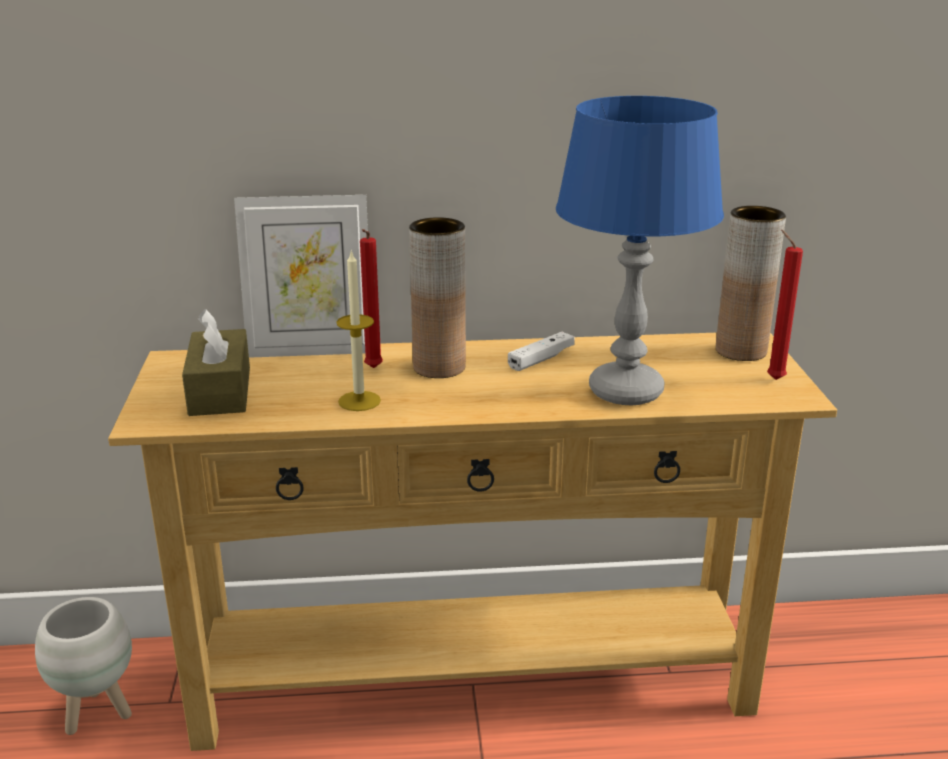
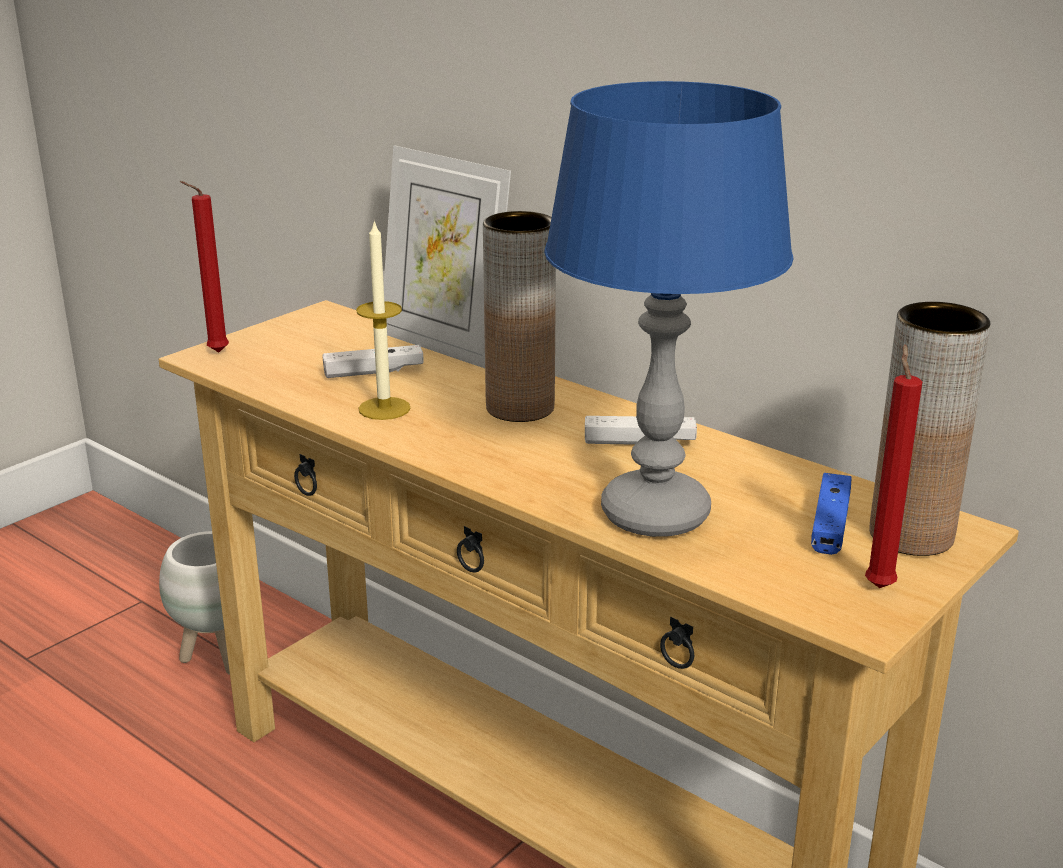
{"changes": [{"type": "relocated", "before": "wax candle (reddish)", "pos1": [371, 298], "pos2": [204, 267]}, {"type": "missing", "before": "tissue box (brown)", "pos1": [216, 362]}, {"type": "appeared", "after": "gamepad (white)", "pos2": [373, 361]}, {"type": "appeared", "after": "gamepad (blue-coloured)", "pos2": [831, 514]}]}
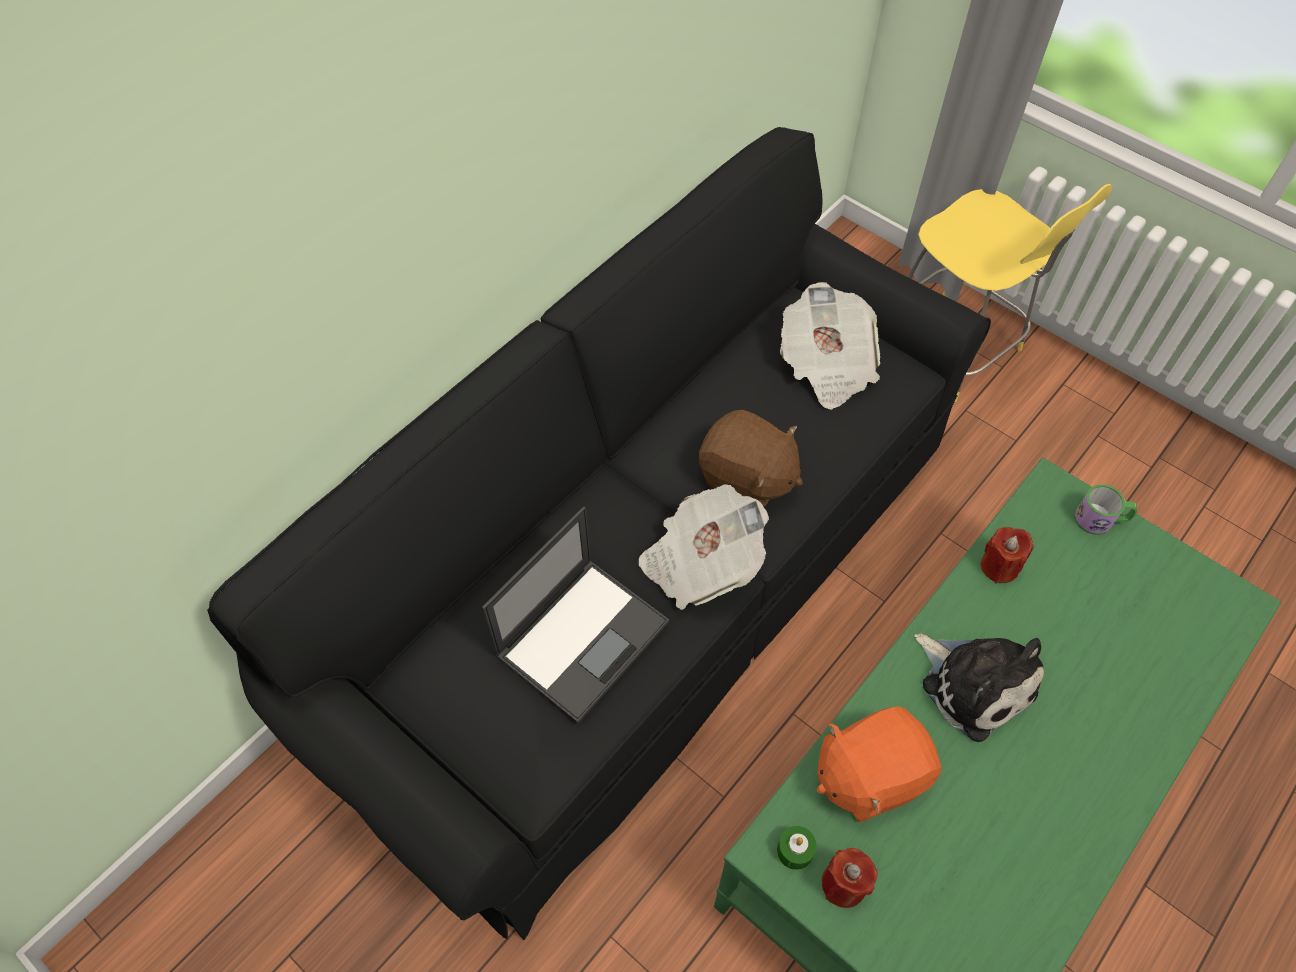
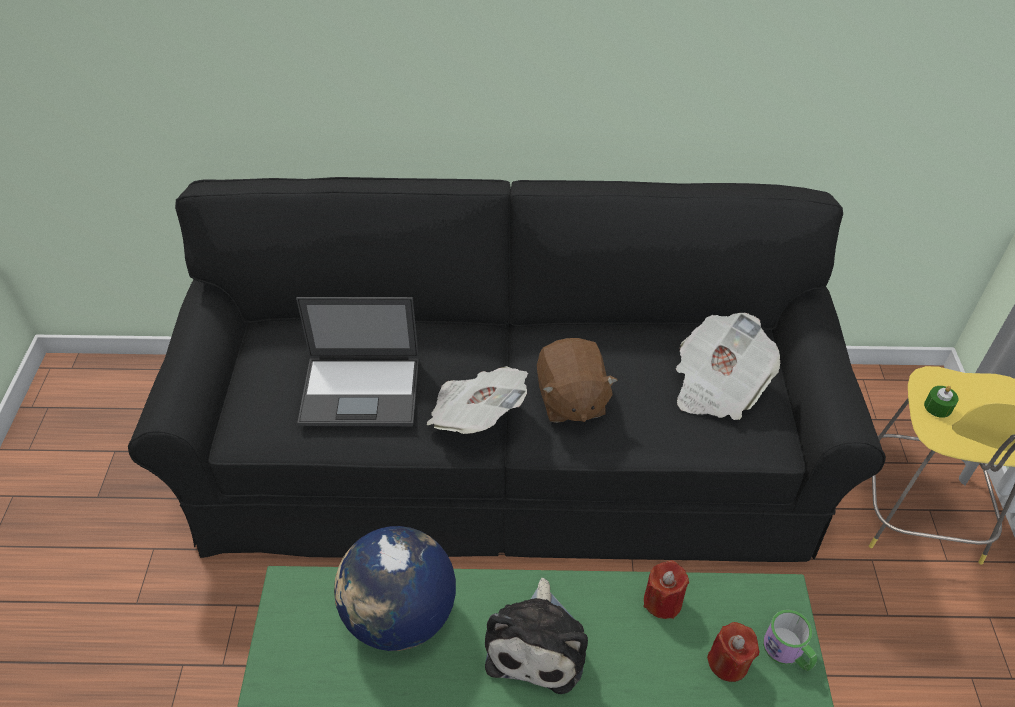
{"changes": [{"type": "exchanged", "before": "cuddly toy (orangey)", "after": "world globe", "pos1": [879, 764], "pos2": [395, 588]}, {"type": "relocated", "before": "wax candle (green)", "pos1": [797, 848], "pos2": [941, 402]}, {"type": "relocated", "before": "wax candle (reddish)", "pos1": [850, 878], "pos2": [733, 652]}]}
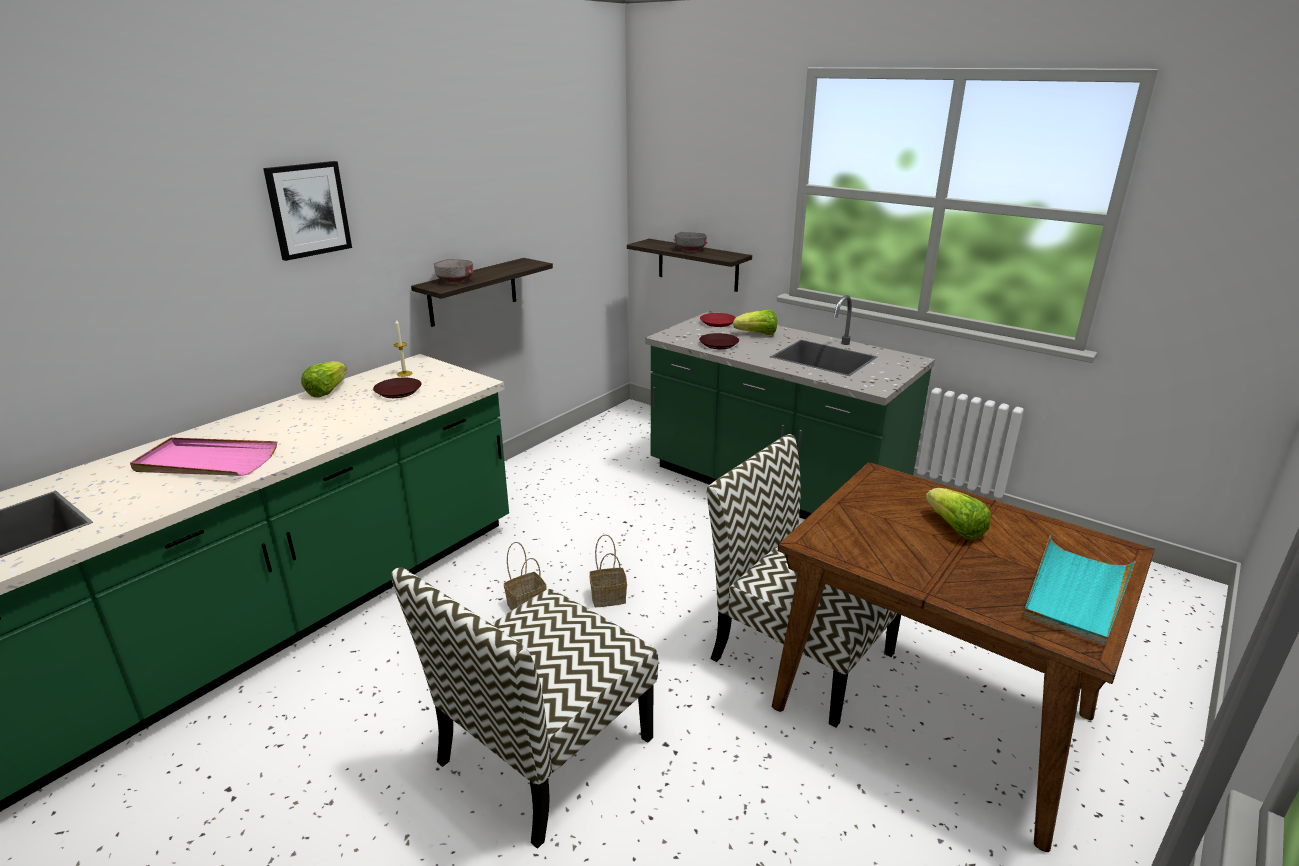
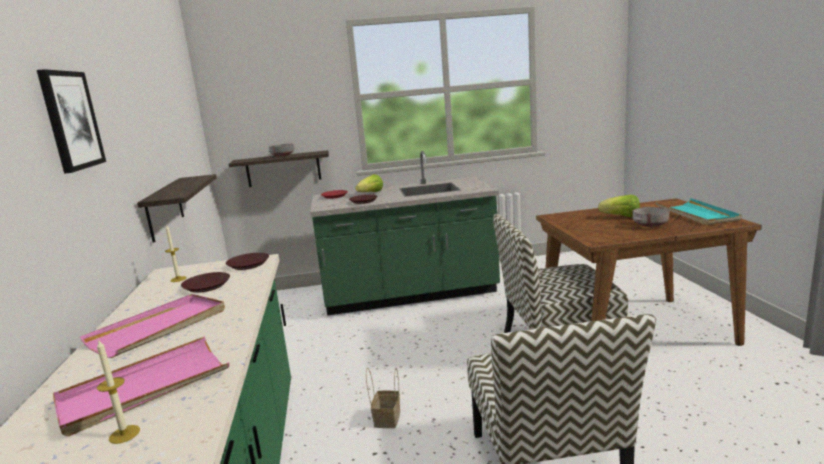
{"changes": [{"type": "relocated", "before": "serving bowl (greyish)", "pos1": [453, 270], "pos2": [651, 217]}, {"type": "missing", "before": "lettuce", "pos1": [324, 379]}, {"type": "missing", "before": "household basket", "pos1": [608, 570]}, {"type": "appeared", "after": "dinner plate (brown)", "pos2": [247, 261]}, {"type": "appeared", "after": "carrying tray (pink-coloured)", "pos2": [152, 326]}, {"type": "appeared", "after": "wax candle", "pos2": [118, 391]}]}
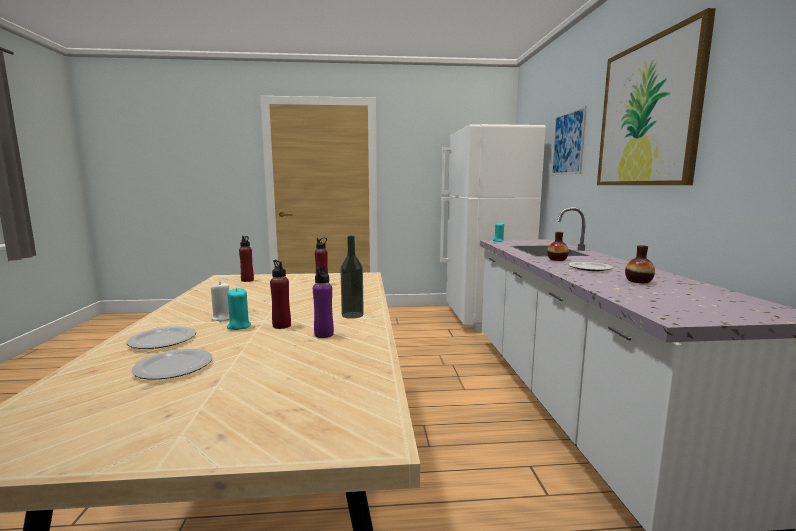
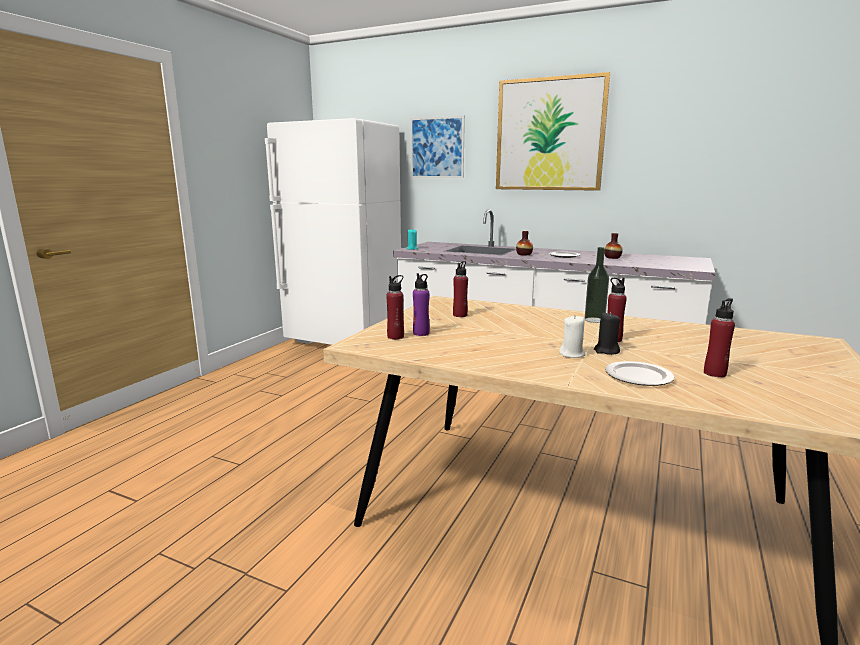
{"changes": [{"type": "relocated", "before": "beverage bottle (purple-coloured)", "pos1": [323, 301], "pos2": [421, 304]}, {"type": "colour", "before": "wax candle (turquoise)", "after": "wax candle (blackish)", "pos1": [239, 309], "pos2": [607, 333]}, {"type": "exchanged", "before": "dinner plate", "after": "beverage bottle (reddish)", "pos1": [172, 364], "pos2": [719, 337]}]}
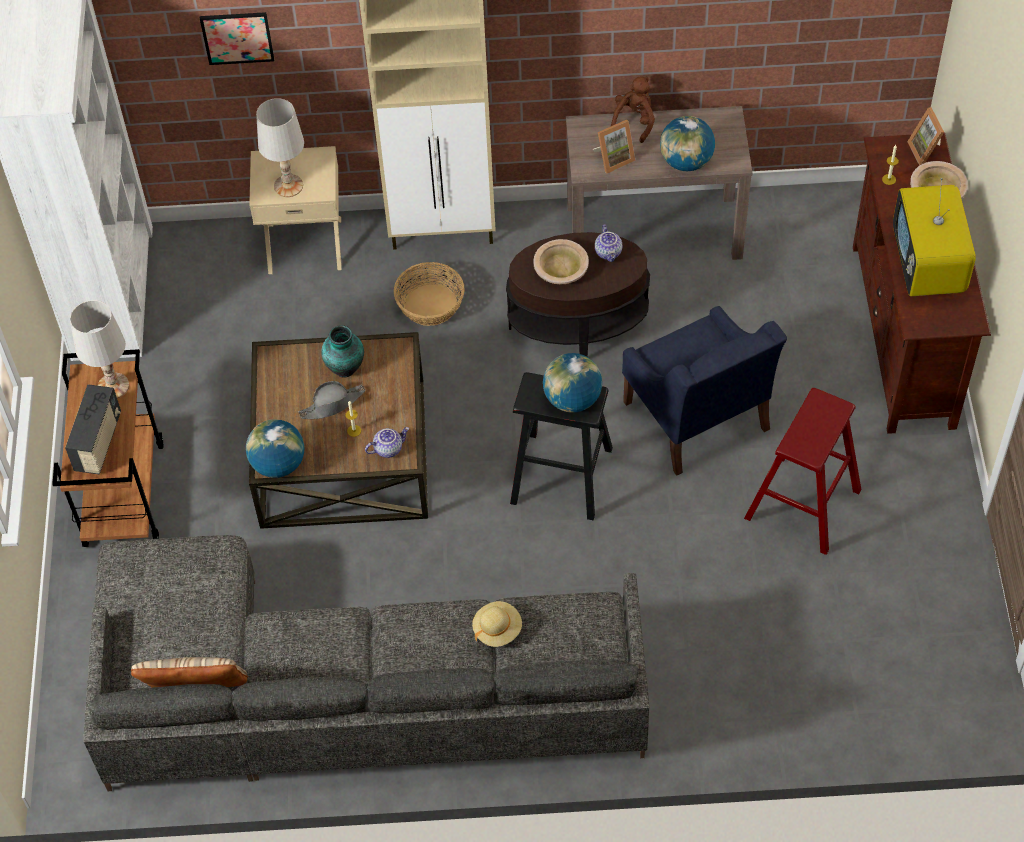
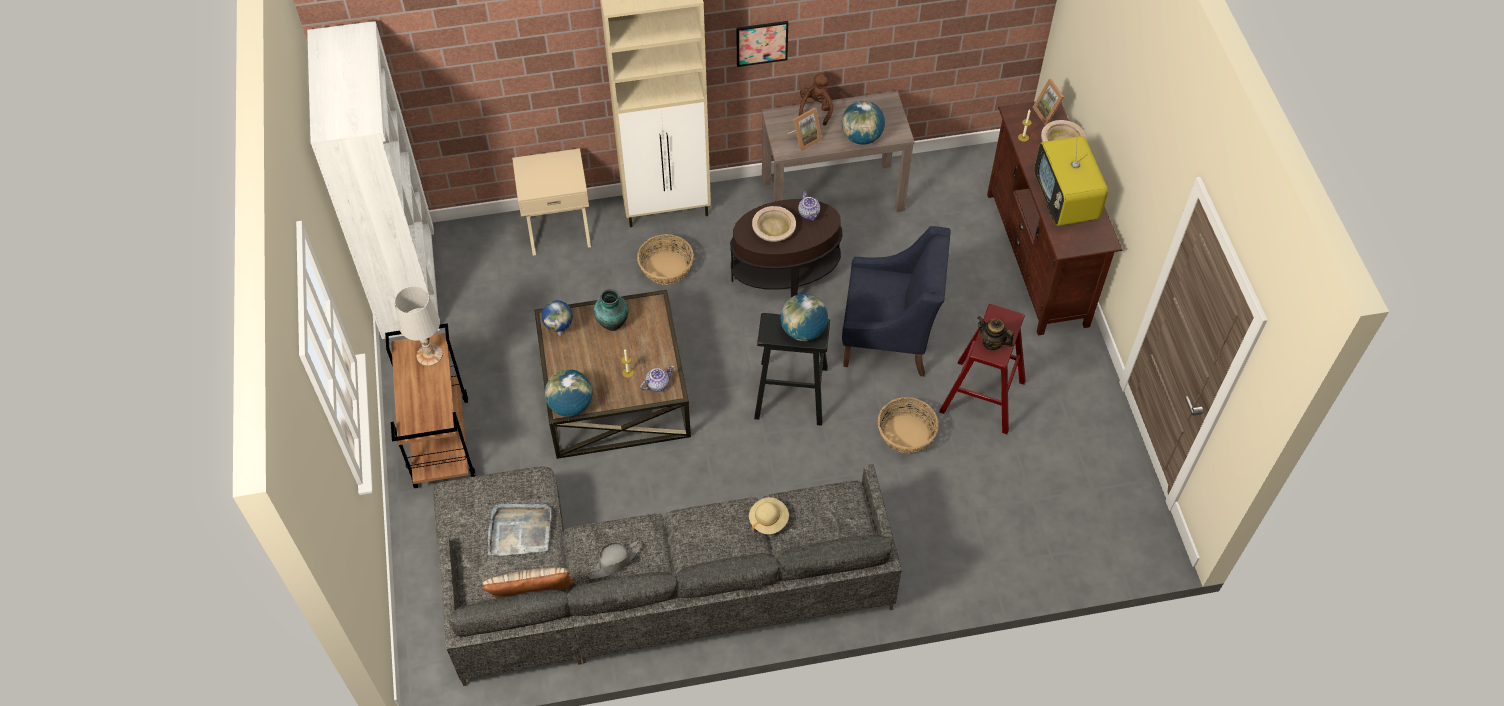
{"changes": [{"type": "relocated", "before": "wall art", "pos1": [237, 38], "pos2": [762, 44]}, {"type": "missing", "before": "tabletop lamp (white)", "pos1": [280, 147]}, {"type": "spun", "before": "easy chair (blue-coloured)", "pos1": [704, 391], "pos2": [896, 301], "turn": -45}, {"type": "relocated", "before": "clothing hat (greyish)", "pos1": [332, 400], "pos2": [615, 559]}, {"type": "missing", "before": "radio", "pos1": [93, 429]}, {"type": "appeared", "after": "world globe", "pos2": [557, 318]}, {"type": "appeared", "after": "teapot", "pos2": [995, 333]}, {"type": "appeared", "after": "household basket", "pos2": [908, 425]}, {"type": "appeared", "after": "carrying tray (greyish)", "pos2": [519, 530]}]}
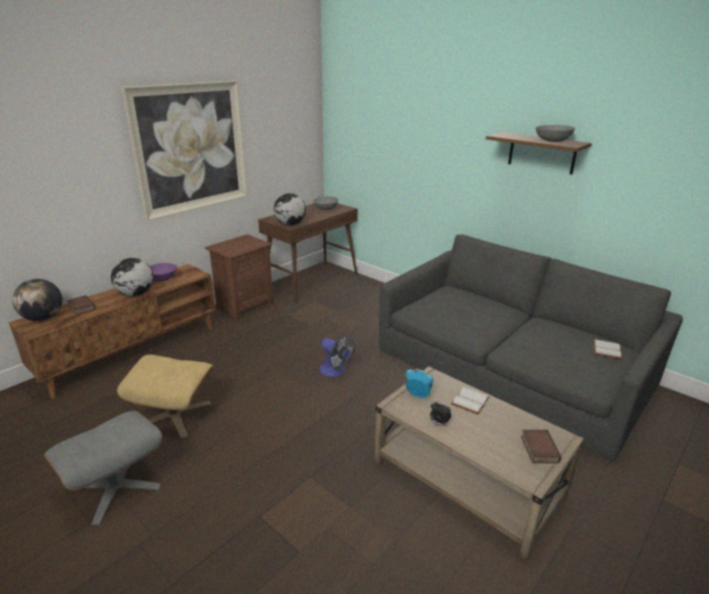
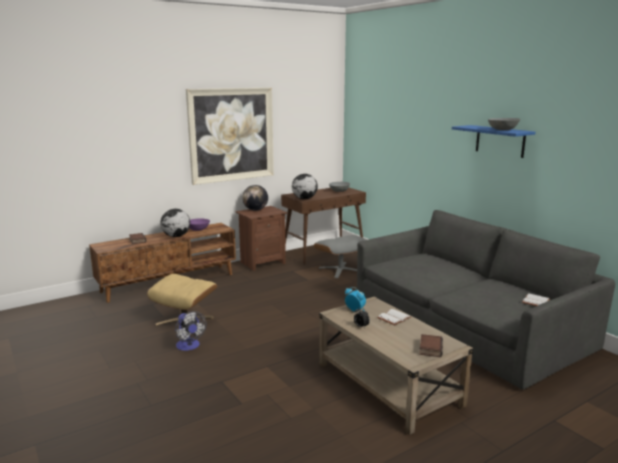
{"changes": [{"type": "colour", "before": "wall shelf (brown)", "after": "wall shelf (blue-coloured)", "pos1": [539, 153], "pos2": [494, 141]}, {"type": "relocated", "before": "world globe", "pos1": [37, 300], "pos2": [255, 198]}, {"type": "relocated", "before": "electric fan", "pos1": [337, 356], "pos2": [191, 331]}, {"type": "relocated", "before": "pouffe (greyish)", "pos1": [102, 468], "pos2": [340, 256]}]}
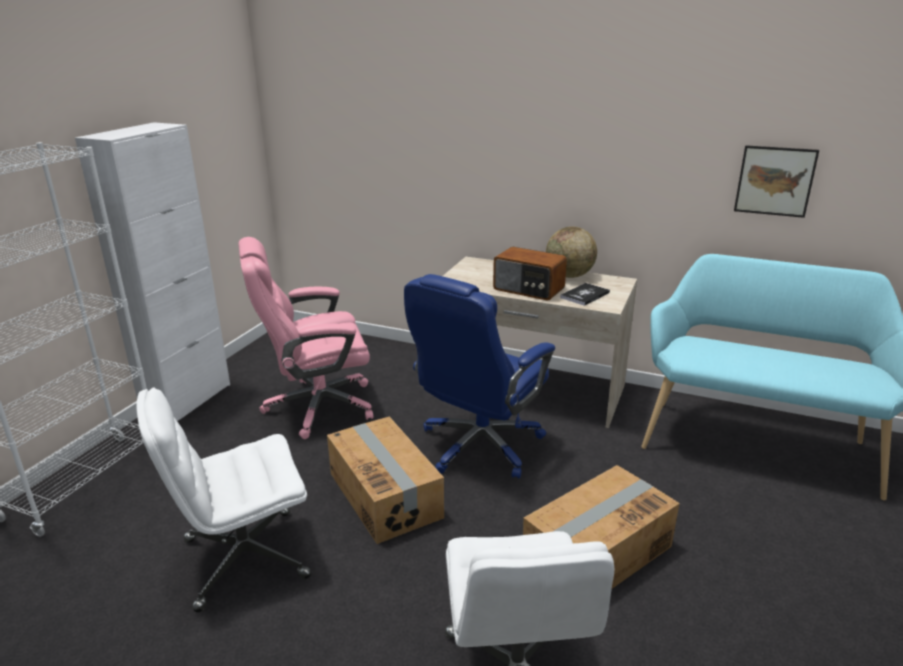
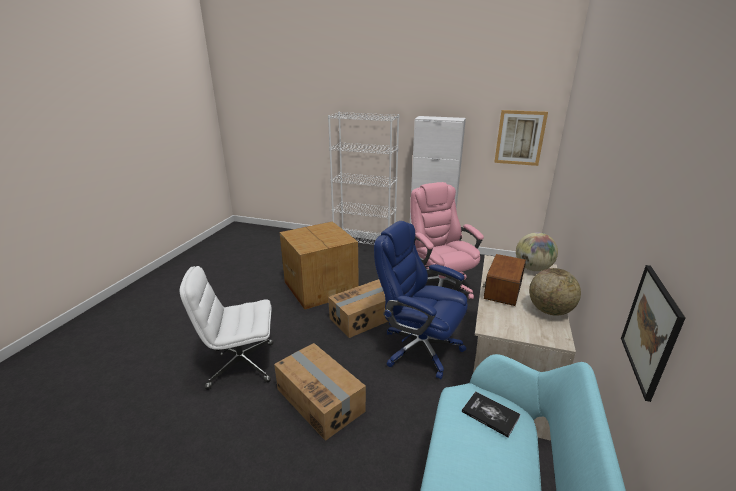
{"changes": [{"type": "relocated", "before": "bound book", "pos1": [585, 294], "pos2": [491, 414]}, {"type": "exchanged", "before": "office chair (white)", "after": "packing box", "pos1": [223, 499], "pos2": [319, 265]}, {"type": "appeared", "after": "wall art", "pos2": [521, 138]}, {"type": "appeared", "after": "world globe", "pos2": [537, 251]}]}
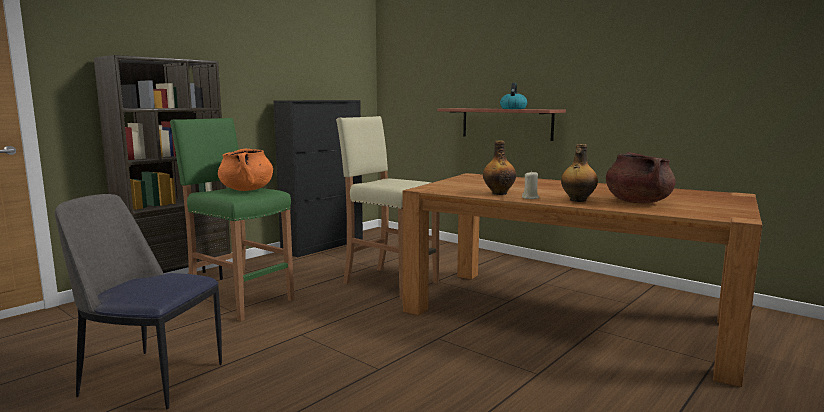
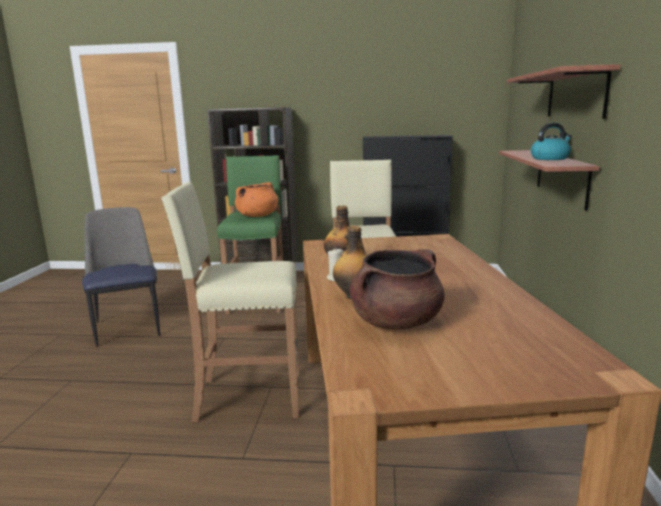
{"changes": [{"type": "appeared", "after": "wall shelf", "pos2": [564, 91]}, {"type": "appeared", "after": "stool (beige)", "pos2": [230, 302]}]}
